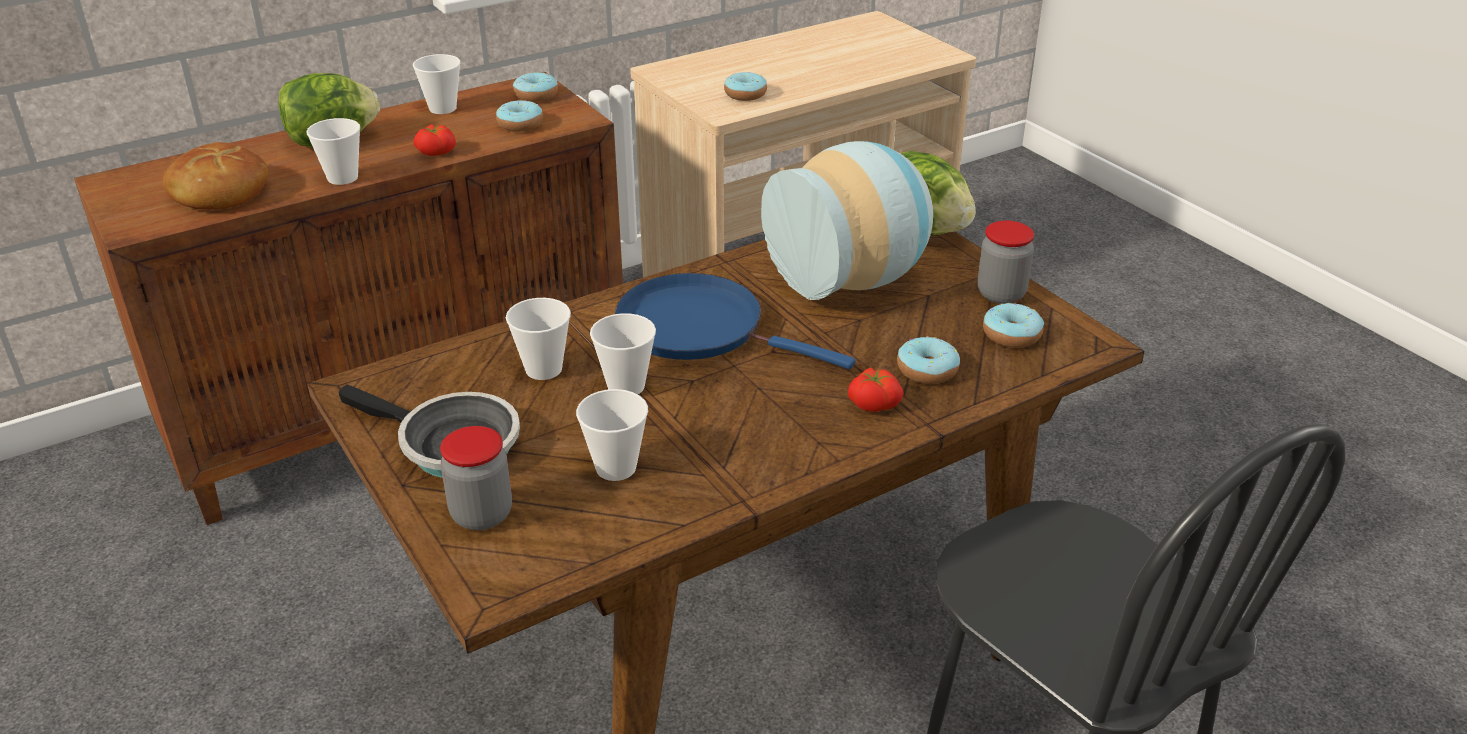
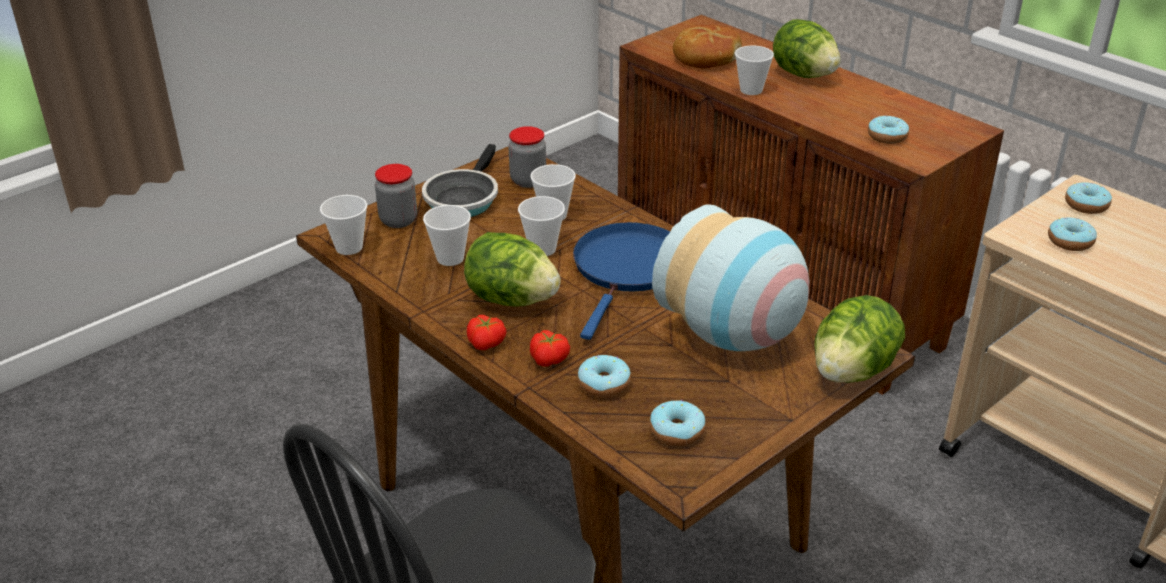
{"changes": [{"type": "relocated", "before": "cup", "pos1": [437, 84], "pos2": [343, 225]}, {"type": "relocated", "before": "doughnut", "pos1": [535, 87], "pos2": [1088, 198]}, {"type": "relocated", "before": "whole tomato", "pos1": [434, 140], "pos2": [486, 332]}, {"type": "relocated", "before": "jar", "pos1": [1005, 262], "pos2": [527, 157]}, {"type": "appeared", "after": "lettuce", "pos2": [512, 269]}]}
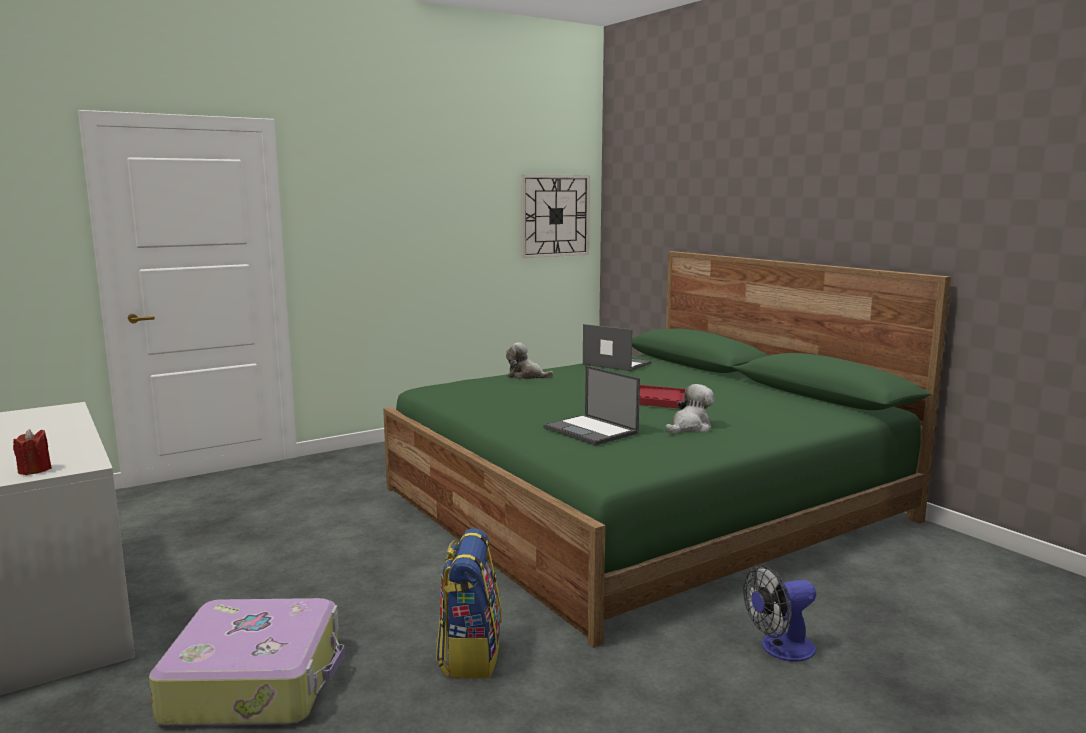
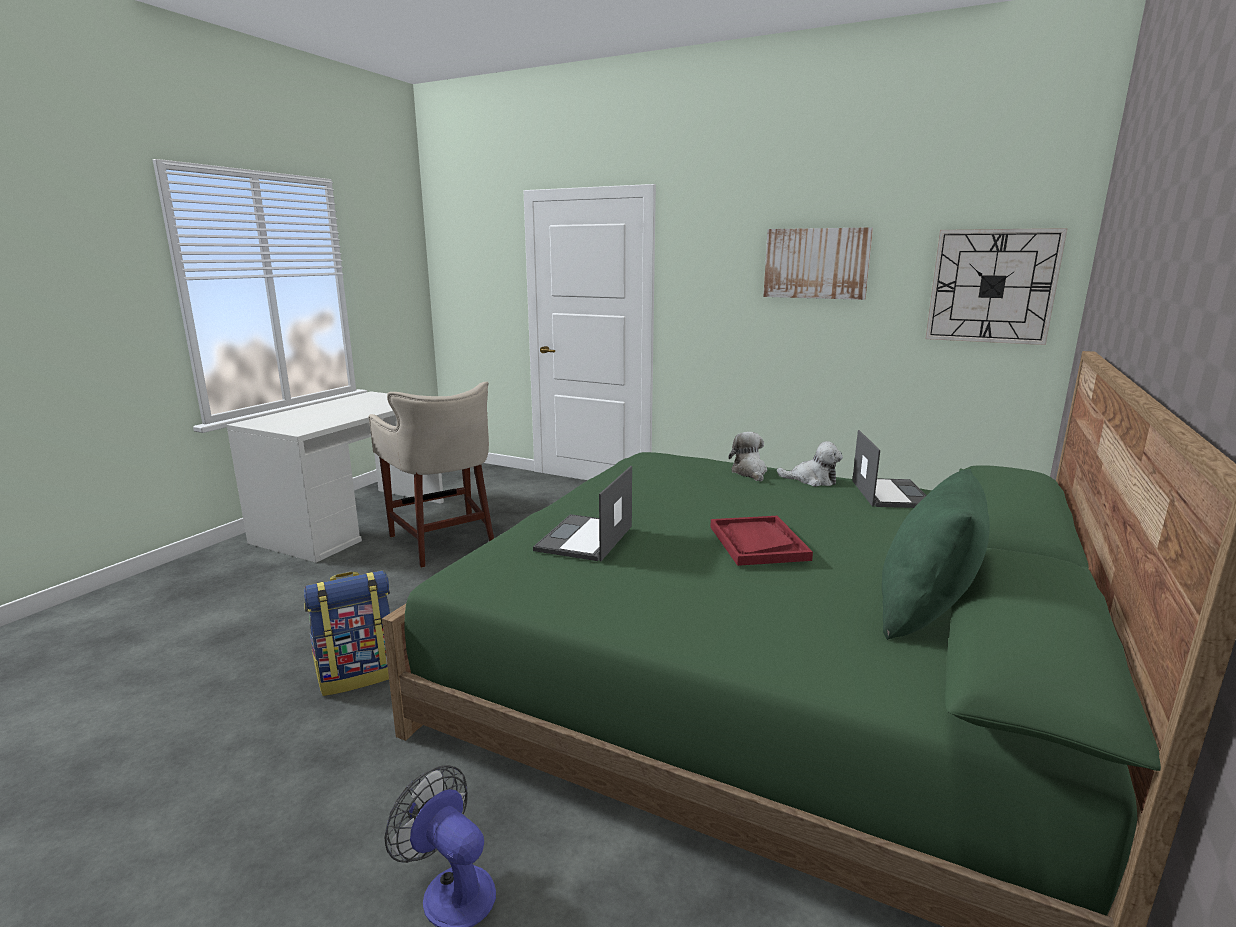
{"changes": [{"type": "relocated", "before": "cuddly toy", "pos1": [689, 409], "pos2": [810, 463]}, {"type": "missing", "before": "wax candle (reddish)", "pos1": [32, 452]}, {"type": "missing", "before": "suitcase", "pos1": [247, 662]}, {"type": "appeared", "after": "wall art", "pos2": [818, 263]}, {"type": "appeared", "after": "stool (beige)", "pos2": [431, 475]}, {"type": "appeared", "after": "throw pillow (green)", "pos2": [936, 554]}]}
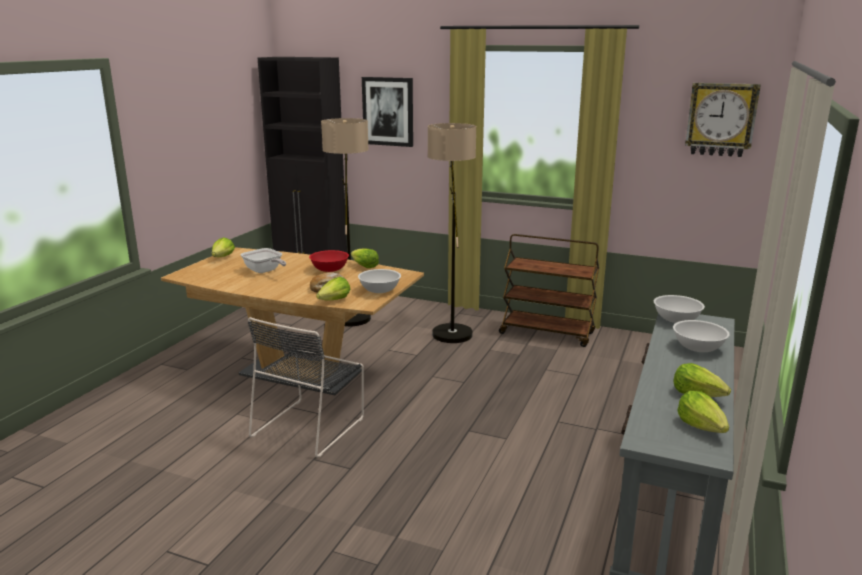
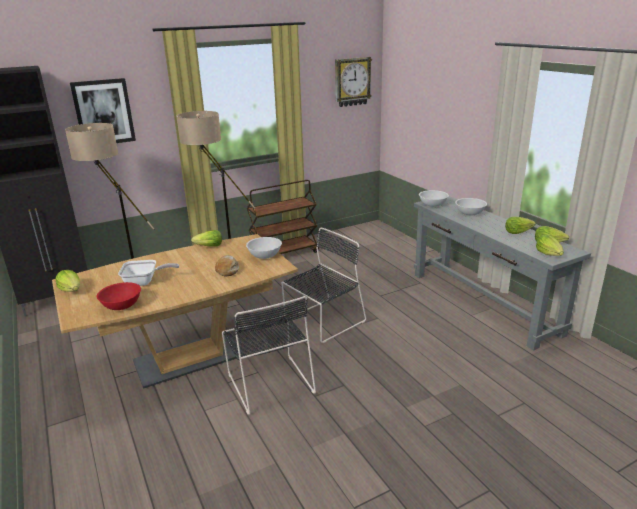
{"changes": [{"type": "relocated", "before": "serving bowl (reddish)", "pos1": [329, 261], "pos2": [119, 296]}, {"type": "relocated", "before": "lettuce", "pos1": [333, 289], "pos2": [550, 245]}, {"type": "appeared", "after": "chair (blackish)", "pos2": [324, 285]}]}
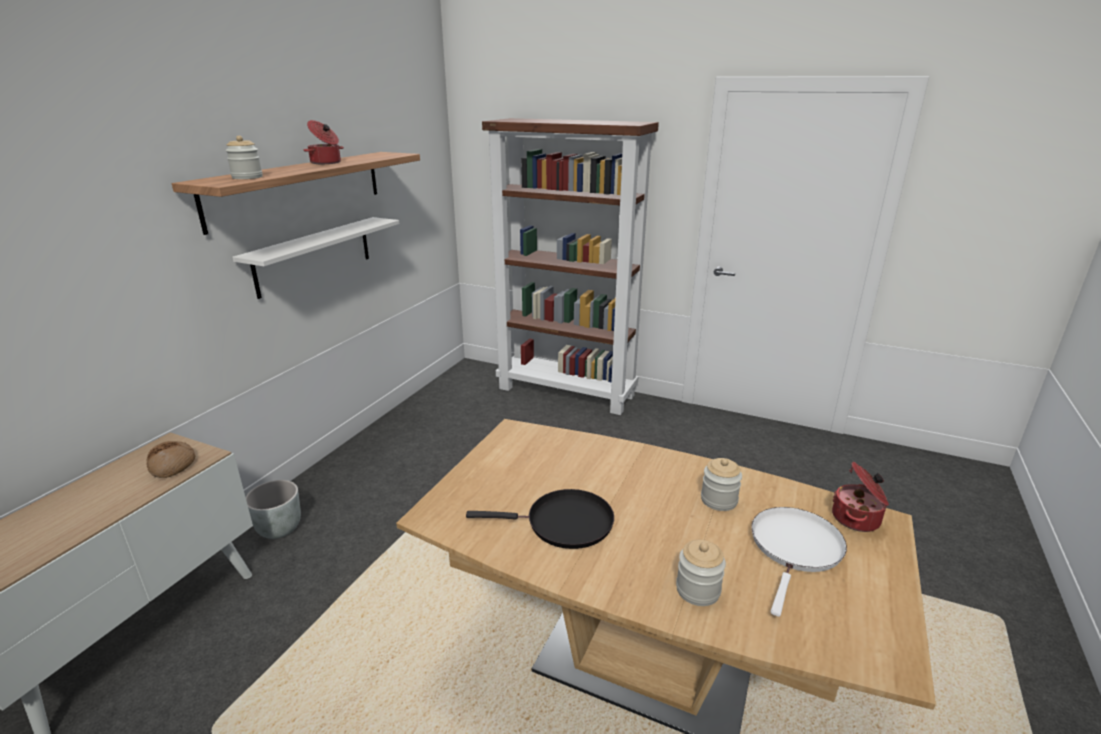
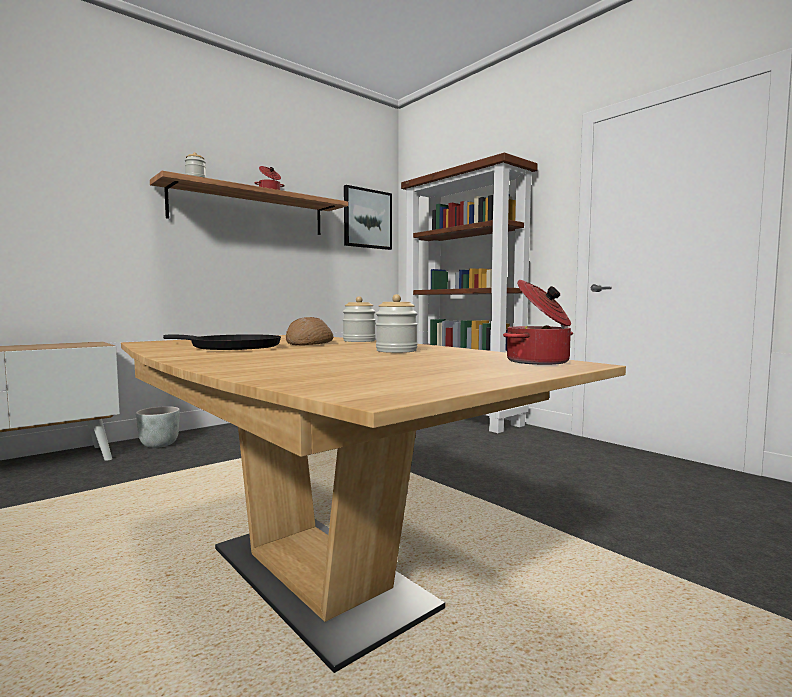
{"changes": [{"type": "missing", "before": "wall shelf (white)", "pos1": [315, 258]}, {"type": "relocated", "before": "bread", "pos1": [171, 459], "pos2": [310, 331]}, {"type": "missing", "before": "frying pan (white)", "pos1": [799, 562]}, {"type": "relocated", "before": "jar", "pos1": [701, 573], "pos2": [359, 319]}, {"type": "appeared", "after": "wall art", "pos2": [368, 217]}]}
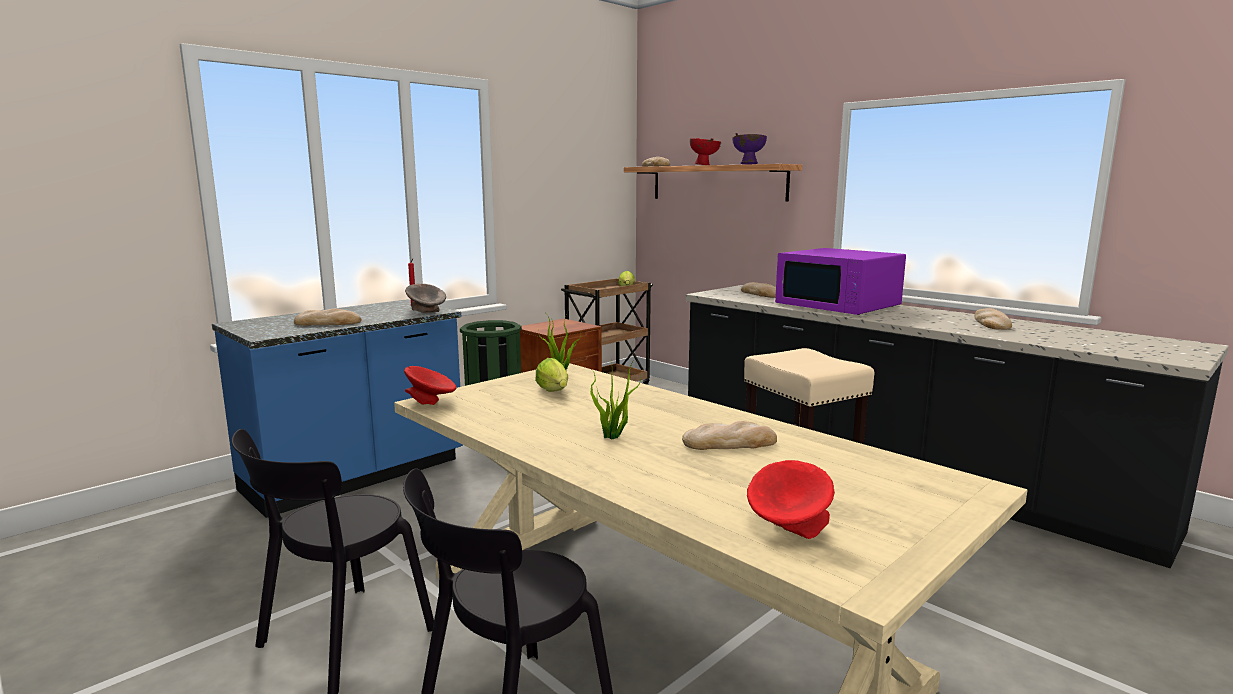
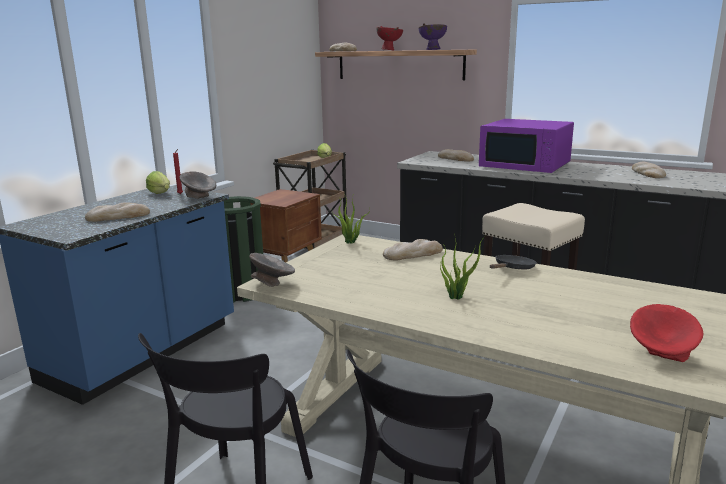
{"changes": [{"type": "relocated", "before": "lettuce", "pos1": [551, 375], "pos2": [158, 182]}, {"type": "colour", "before": "serving bowl (reddish)", "after": "serving bowl (greyish)", "pos1": [430, 385], "pos2": [272, 270]}, {"type": "relocated", "before": "bread", "pos1": [729, 435], "pos2": [413, 249]}, {"type": "appeared", "after": "frying pan (blackish)", "pos2": [513, 262]}]}
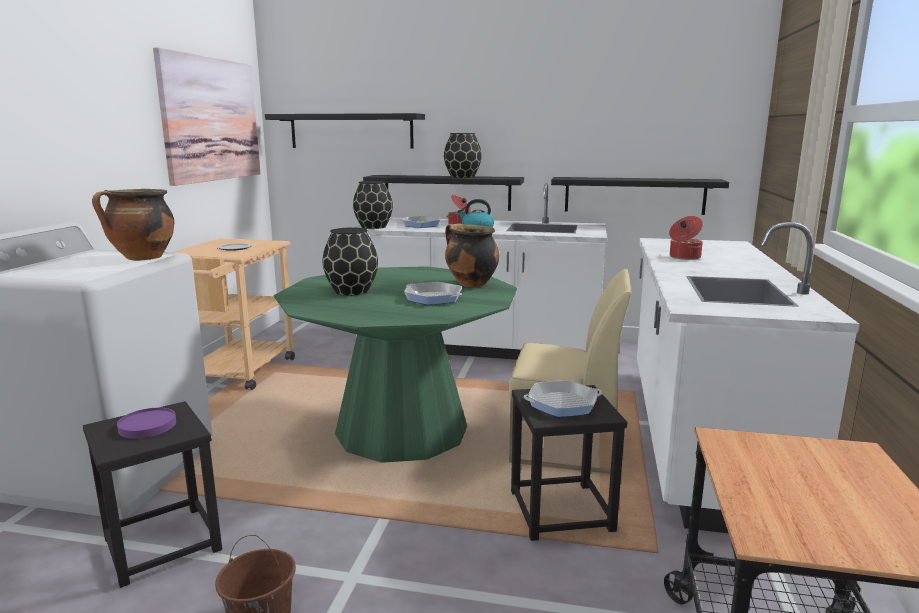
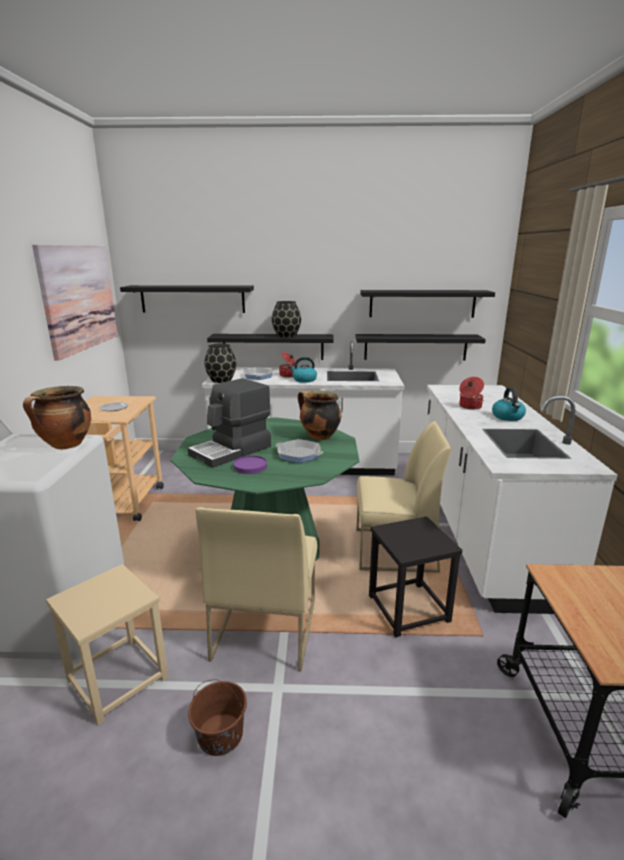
{"changes": [{"type": "exchanged", "before": "vase (blackish)", "after": "coffee maker", "pos1": [350, 261], "pos2": [229, 423]}, {"type": "missing", "before": "frying pan", "pos1": [562, 398]}, {"type": "colour", "before": "stool (blackish)", "after": "stool (beige)", "pos1": [152, 494], "pos2": [107, 644]}, {"type": "relocated", "before": "dinner plate (purple-coloured)", "pos1": [146, 423], "pos2": [250, 465]}, {"type": "appeared", "after": "wall shelf (blackish)", "pos2": [427, 304]}, {"type": "appeared", "after": "tea kettle", "pos2": [509, 404]}, {"type": "appeared", "after": "chair (beige)", "pos2": [256, 589]}]}
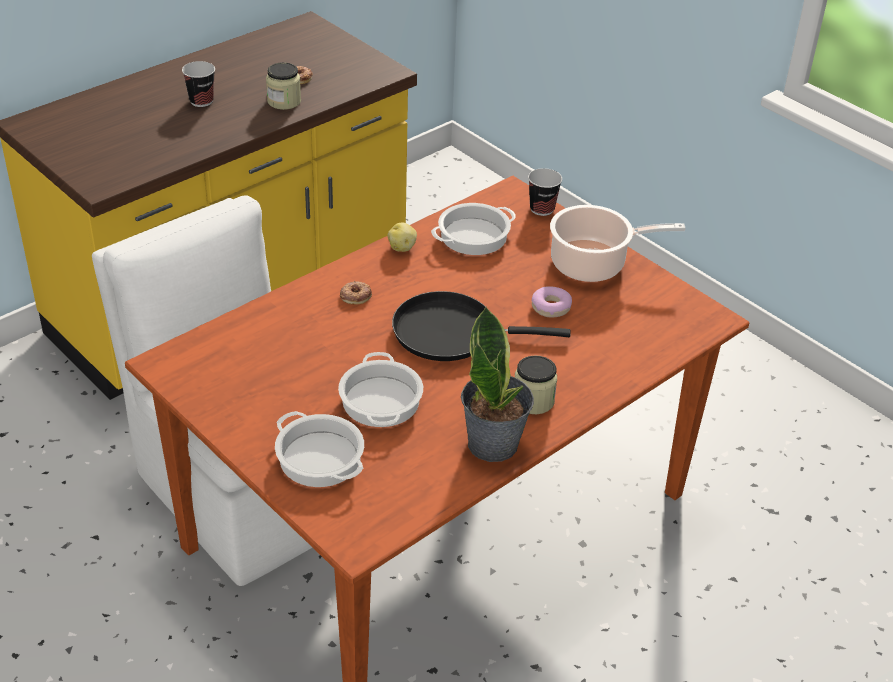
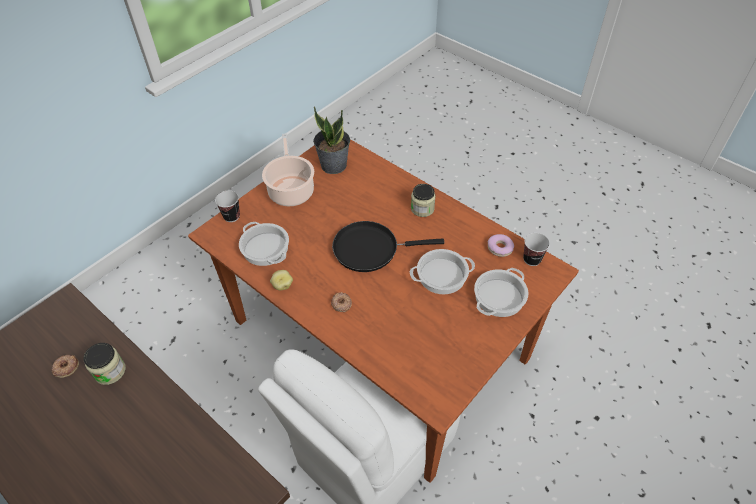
{"changes": [{"type": "relocated", "before": "cup", "pos1": [198, 84], "pos2": [536, 249]}, {"type": "relocated", "before": "doughnut", "pos1": [552, 302], "pos2": [501, 245]}, {"type": "spun", "before": "frying pan (blackish)", "pos1": [481, 326], "pos2": [388, 246], "turn": 90}, {"type": "relocated", "before": "plant in a pot", "pos1": [497, 384], "pos2": [331, 140]}]}
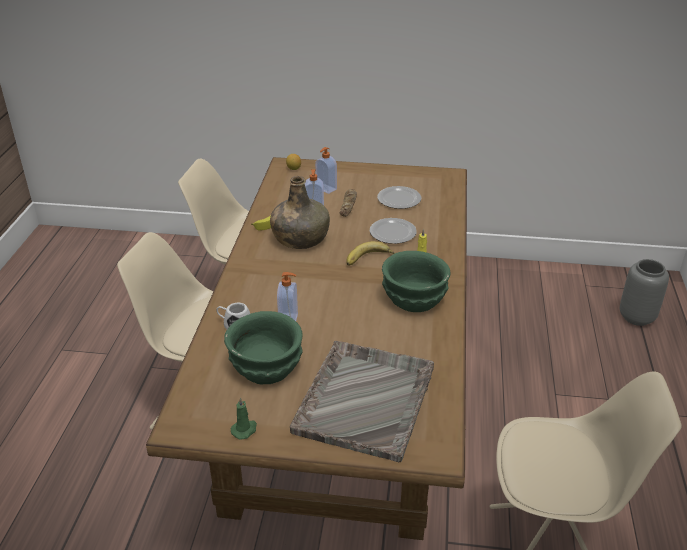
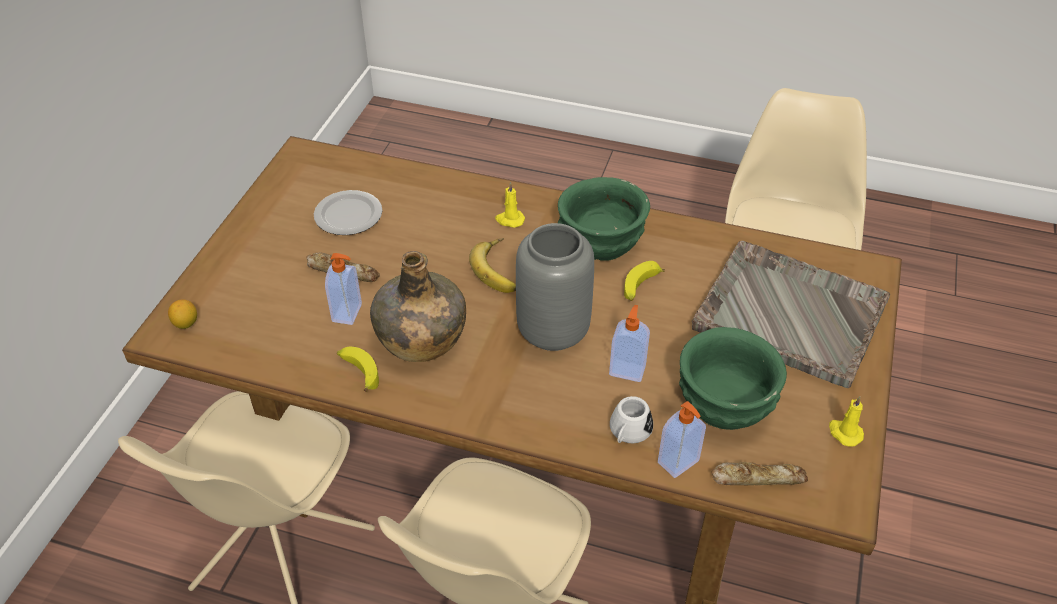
{"changes": [{"type": "relocated", "before": "liquid soap bottle", "pos1": [326, 170], "pos2": [682, 439]}, {"type": "missing", "before": "dinner plate", "pos1": [393, 231]}, {"type": "relocated", "before": "vase (greyish)", "pos1": [644, 292], "pos2": [555, 287]}, {"type": "colour", "before": "wax candle (green)", "after": "wax candle (yellowish)", "pos1": [244, 418], "pos2": [846, 421]}, {"type": "appeared", "after": "banana fruit", "pos2": [644, 281]}, {"type": "appeared", "after": "bread", "pos2": [759, 473]}]}
